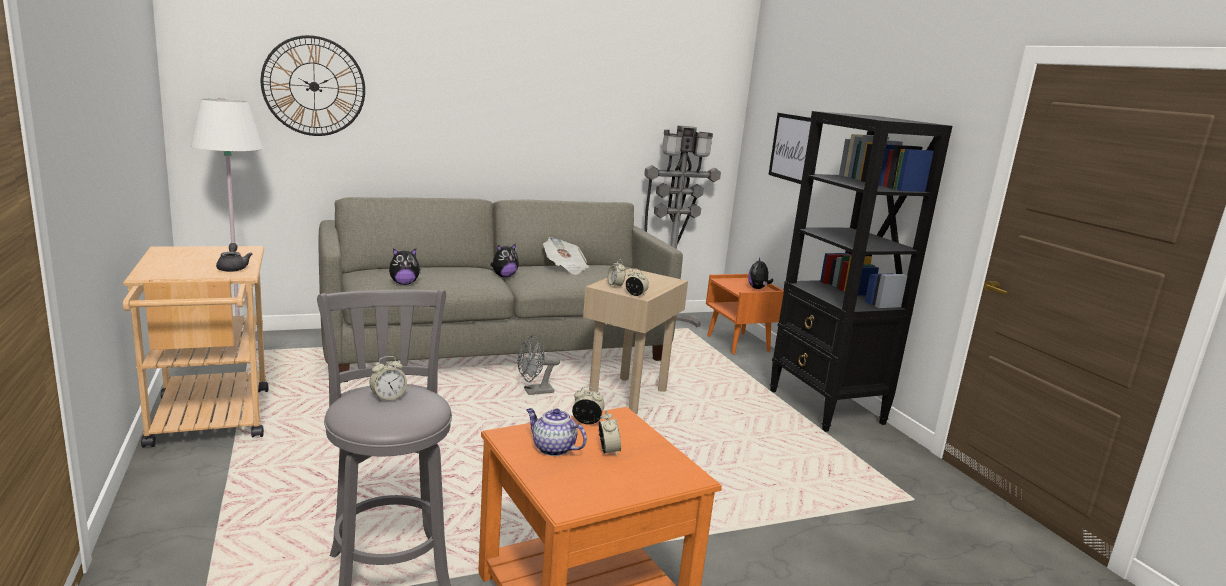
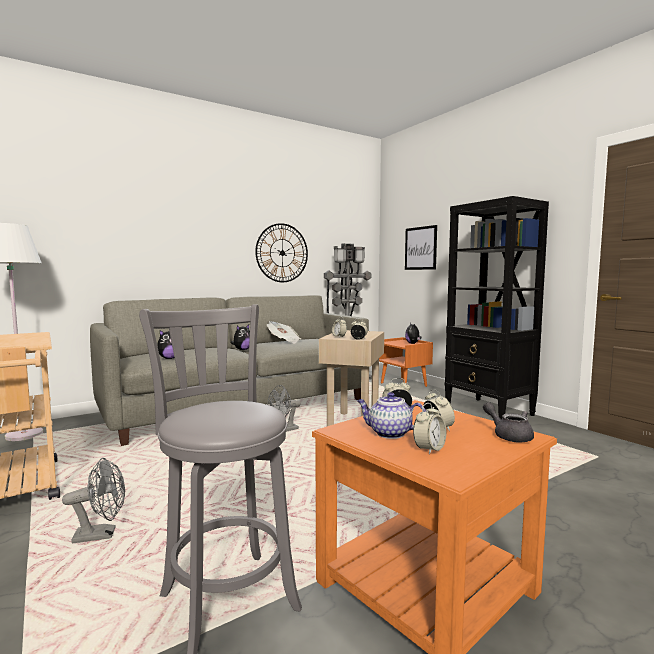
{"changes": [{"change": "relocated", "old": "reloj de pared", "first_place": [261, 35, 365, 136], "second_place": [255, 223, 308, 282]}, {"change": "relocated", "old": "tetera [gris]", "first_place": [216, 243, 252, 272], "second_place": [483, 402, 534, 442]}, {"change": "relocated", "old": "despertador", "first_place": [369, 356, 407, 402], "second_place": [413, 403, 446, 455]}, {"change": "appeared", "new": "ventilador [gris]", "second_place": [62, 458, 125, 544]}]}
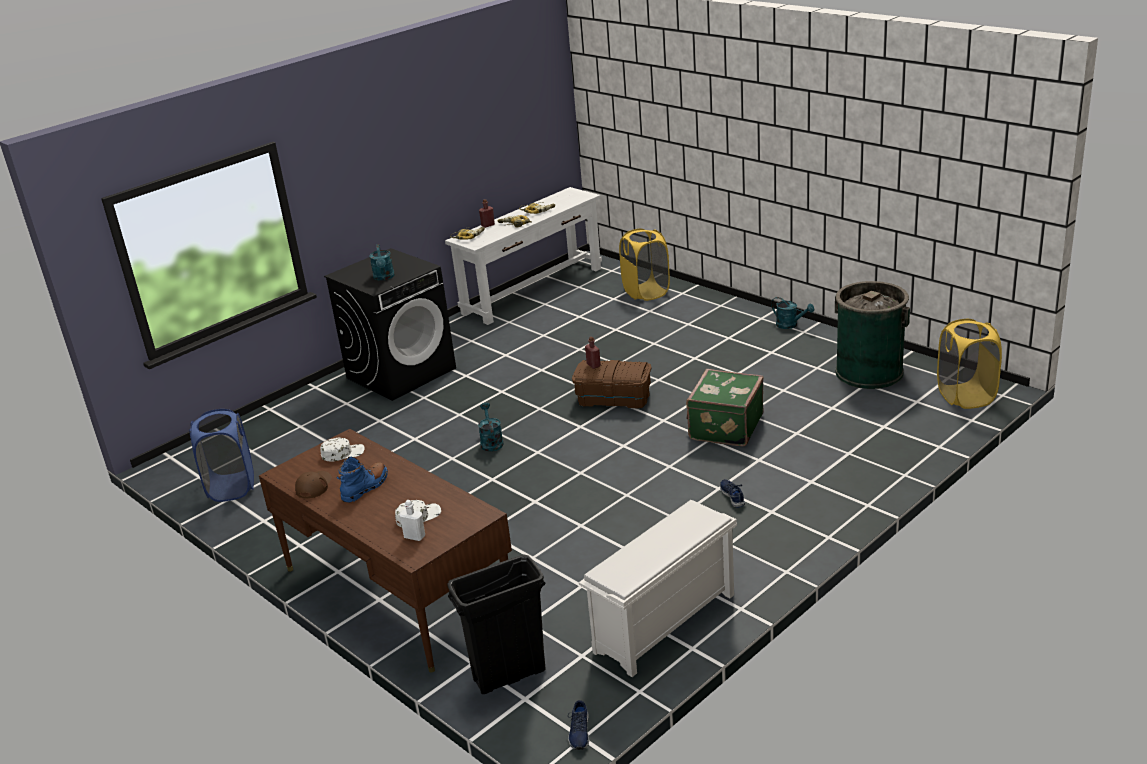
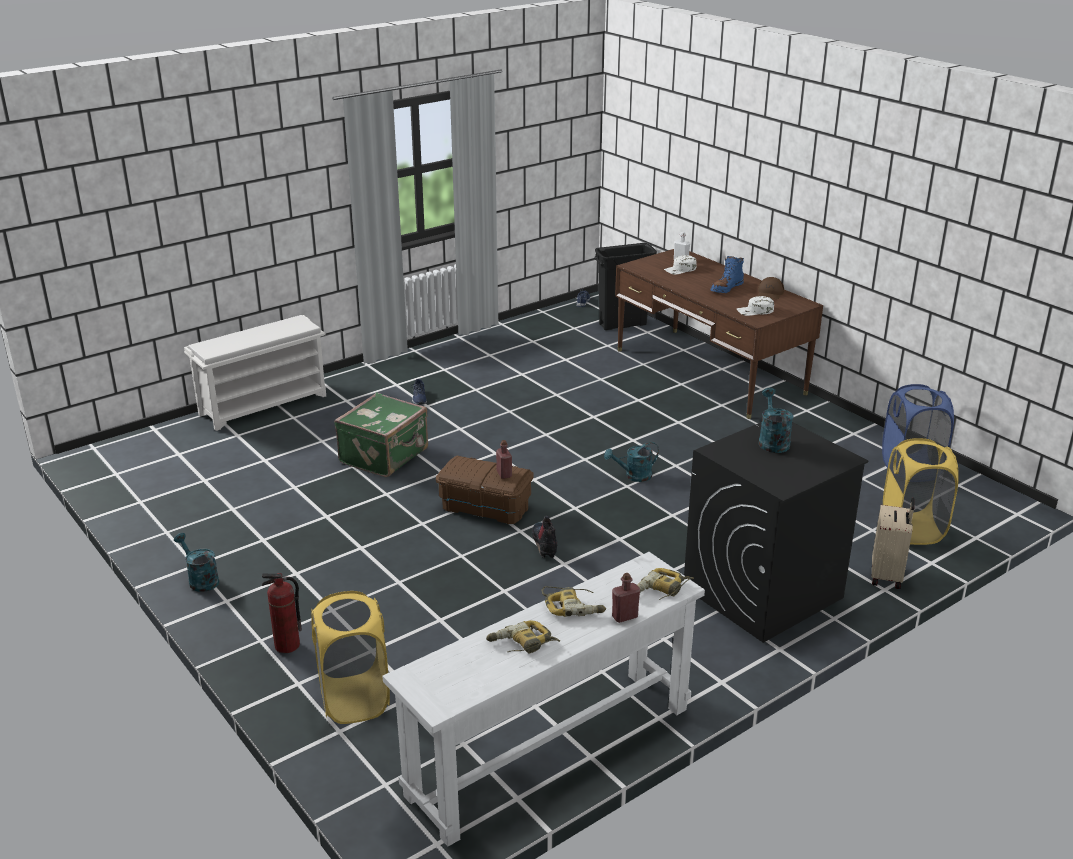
{"changes": [{"change": "missing", "old": "papelera [verde]", "first_place": [835, 281, 910, 389]}, {"change": "relocated", "old": "cesto de la ropa [amarillo]", "first_place": [937, 319, 1002, 409], "second_place": [883, 438, 959, 545]}, {"change": "spun", "old": "regadera [turquesa]", "first_place": [478, 403, 504, 452], "second_place": [604, 442, 659, 482], "degrees": 75}, {"change": "relocated", "old": "zapatero [blanco]", "first_place": [579, 500, 737, 677], "second_place": [184, 315, 326, 431]}, {"change": "appeared", "new": "maleta [beis]", "second_place": [872, 498, 915, 589]}, {"change": "appeared", "new": "bota", "second_place": [532, 516, 557, 558]}, {"change": "appeared", "new": "extintor", "second_place": [262, 573, 302, 653]}]}
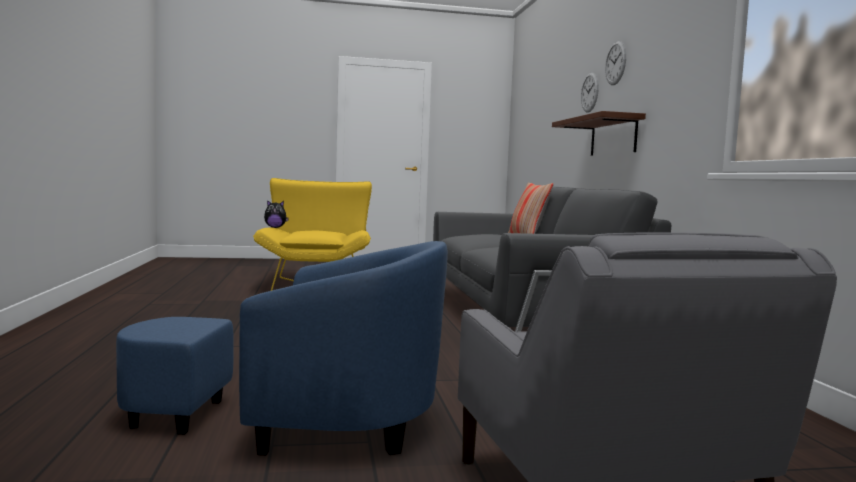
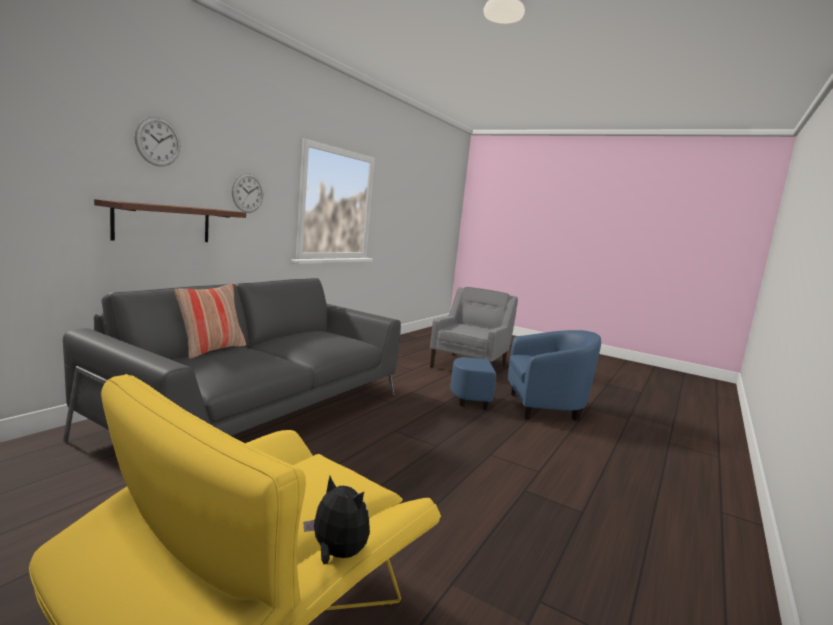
{"changes": [{"change": "relocated", "old": "reloj de pared", "first_place": [581, 73, 599, 113], "second_place": [232, 173, 263, 213]}, {"change": "spun", "old": "sillón [azul]", "first_place": [116, 241, 448, 456], "second_place": [450, 330, 601, 421], "degrees": 135}]}
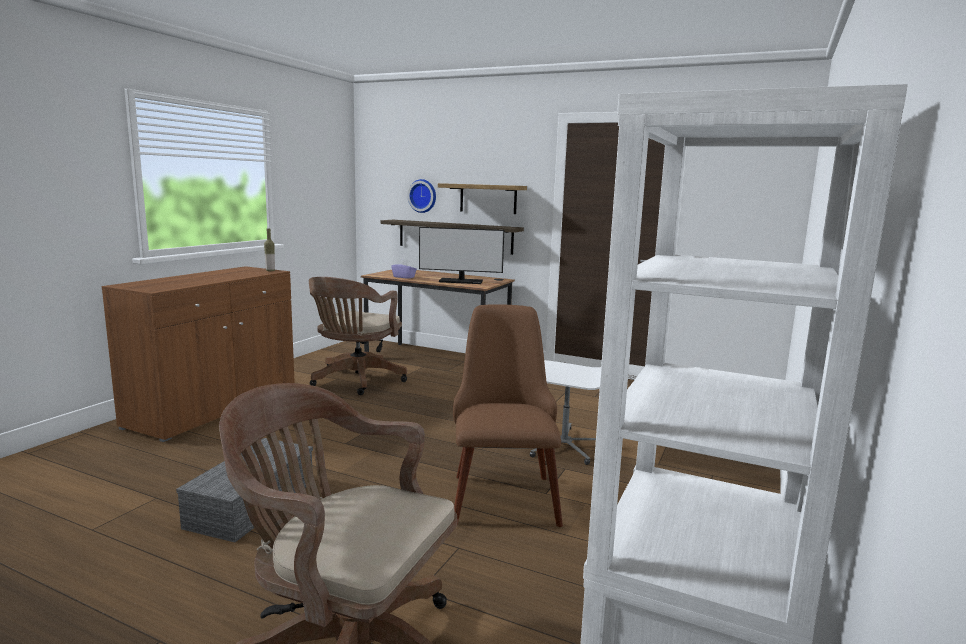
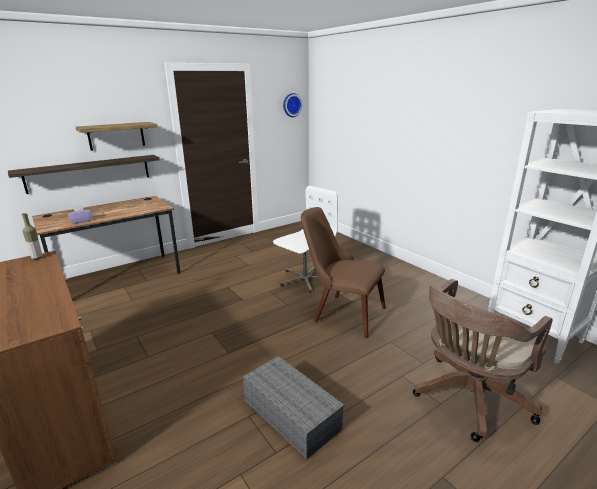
{"changes": [{"change": "relocated", "old": "reloj de pared", "first_place": [407, 179, 436, 213], "second_place": [283, 93, 303, 117]}, {"change": "missing", "old": "monitor", "first_place": [419, 227, 504, 284]}, {"change": "missing", "old": "silla de oficina [marrón]", "first_place": [309, 277, 407, 395]}]}
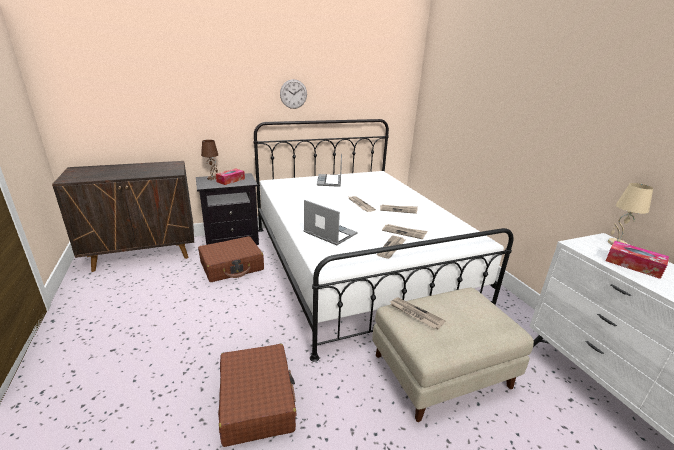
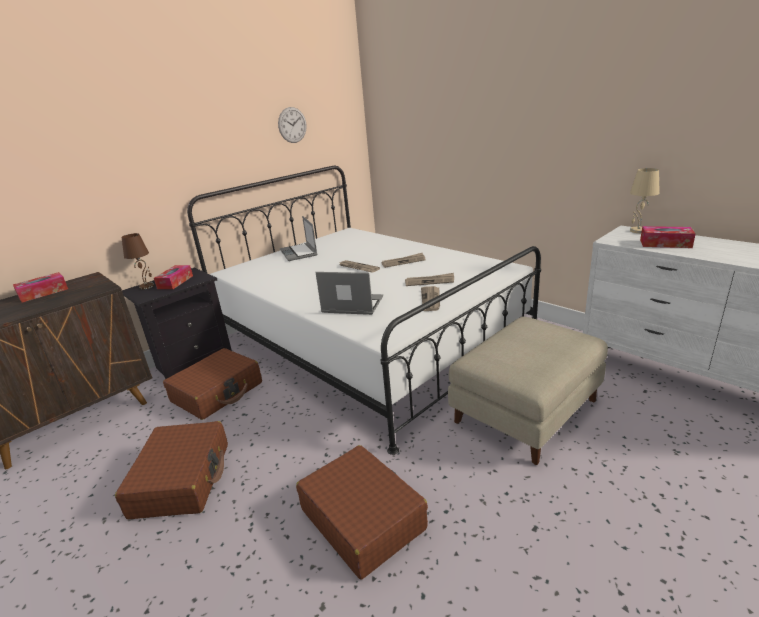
{"changes": [{"change": "relocated", "old": "reloj de pared", "first_place": [280, 79, 307, 109], "second_place": [278, 107, 307, 143]}, {"change": "missing", "old": "periódico", "first_place": [390, 297, 445, 329]}, {"change": "appeared", "new": "caja de pañuelos", "second_place": [13, 272, 68, 303]}, {"change": "appeared", "new": "maleta [marrón]", "second_place": [115, 421, 228, 519]}]}
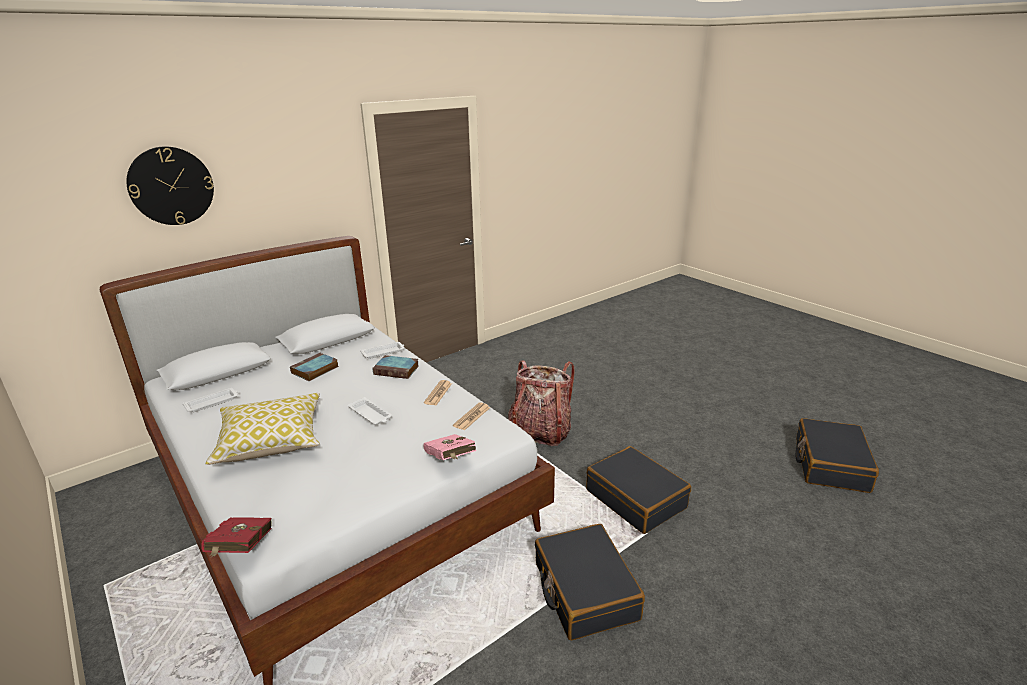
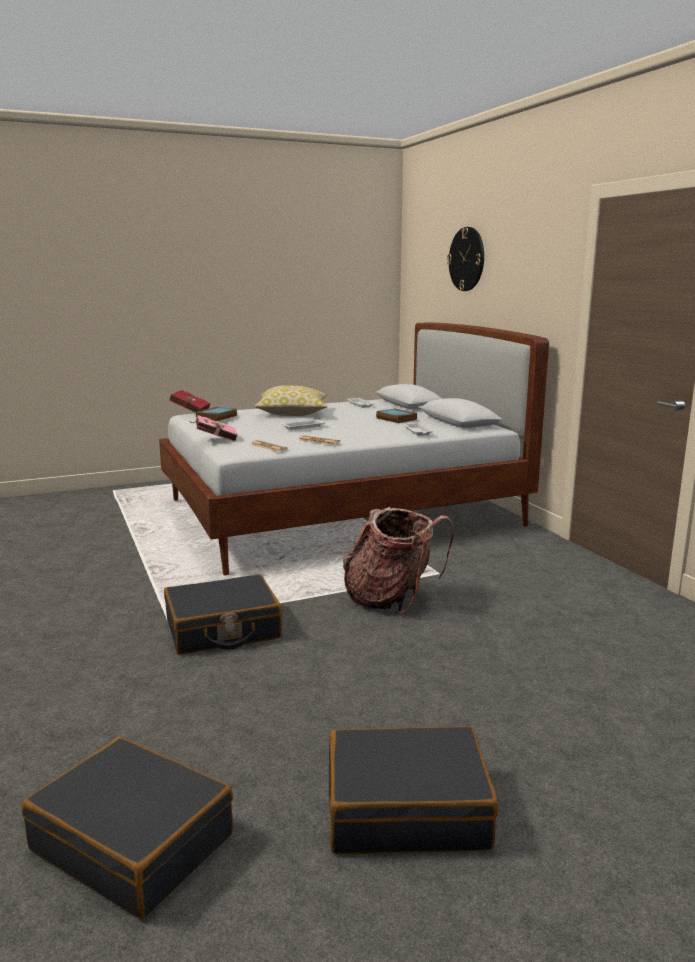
{"changes": [{"change": "relocated", "old": "libro", "first_place": [372, 355, 419, 379], "second_place": [196, 407, 237, 421]}, {"change": "relocated", "old": "maleta [negro]", "first_place": [535, 524, 645, 641], "second_place": [329, 726, 498, 854]}]}
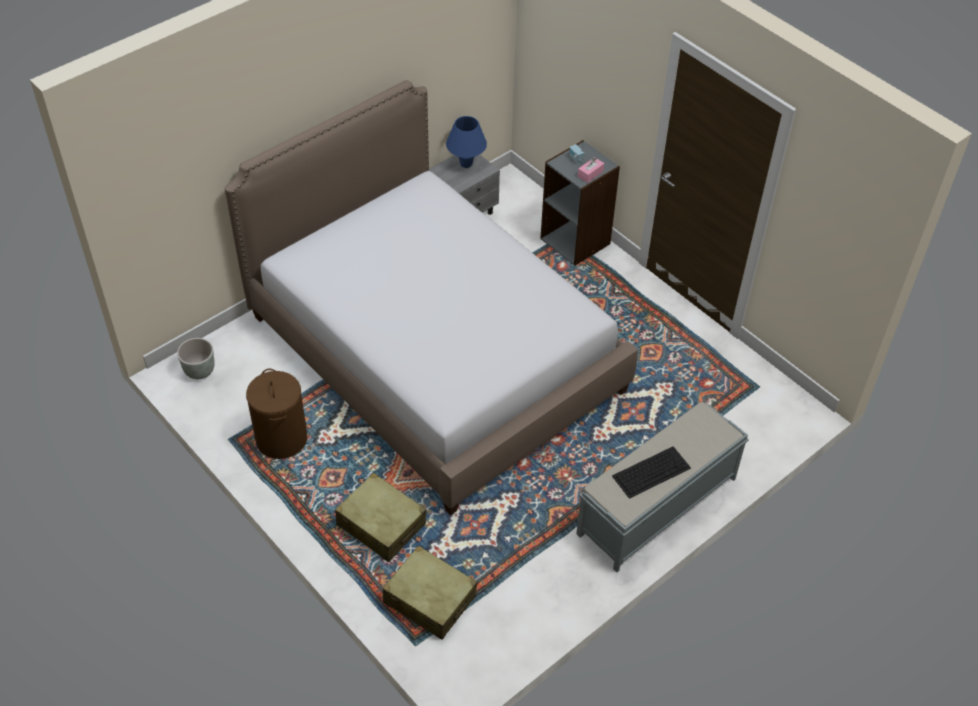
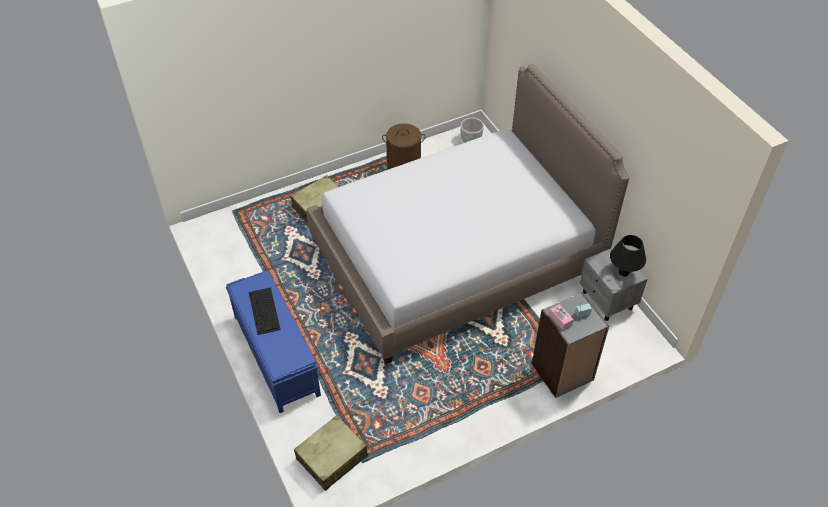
{"changes": [{"change": "colour", "old": "lámpara de mesa [azul]", "new": "lámpara de mesa [negro]", "first_place": [446, 116, 487, 168], "second_place": [610, 235, 646, 276]}, {"change": "colour", "old": "banco [gris]", "new": "banco [azul]", "first_place": [576, 402, 749, 572], "second_place": [226, 271, 321, 413]}, {"change": "relocated", "old": "maleta [beis]", "first_place": [383, 545, 477, 640], "second_place": [294, 415, 368, 491]}]}
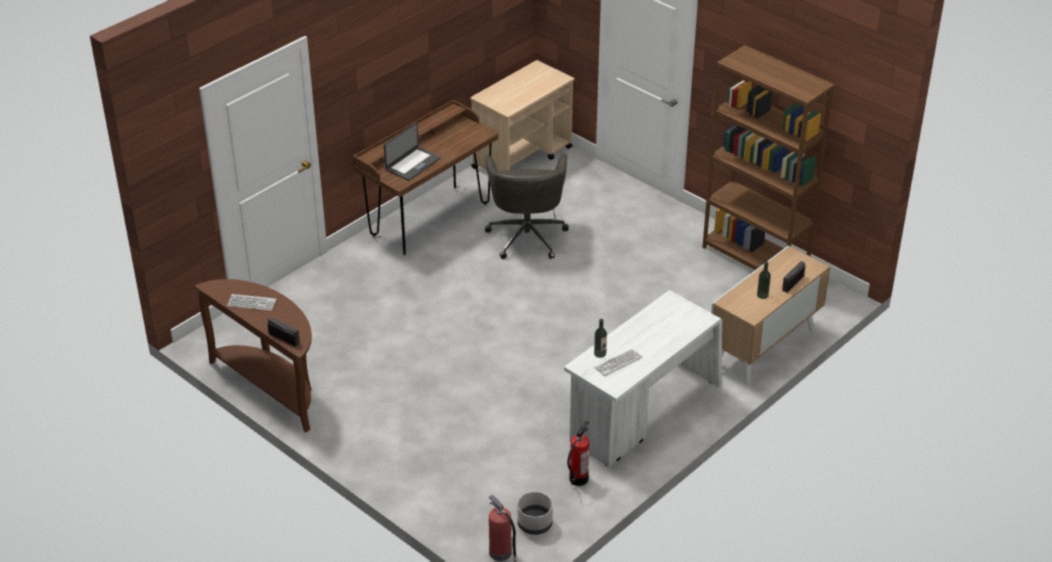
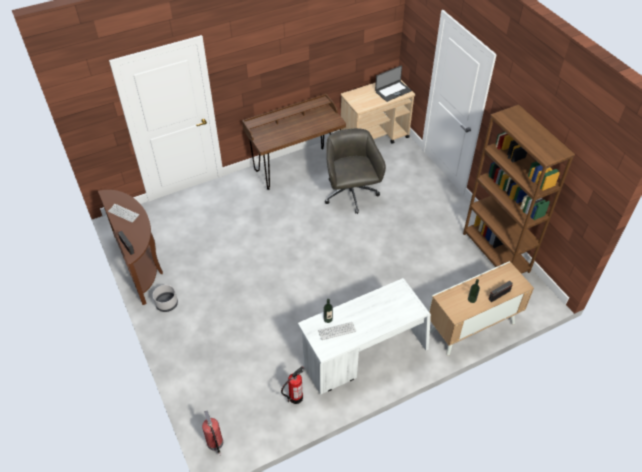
{"changes": [{"change": "relocated", "old": "portátil", "first_place": [384, 123, 441, 181], "second_place": [375, 65, 412, 102]}, {"change": "spun", "old": "silla de oficina [gris]", "first_place": [485, 154, 569, 259], "second_place": [325, 128, 386, 214], "degrees": 150}, {"change": "relocated", "old": "maceta [gris]", "first_place": [517, 492, 553, 535], "second_place": [153, 285, 178, 312]}]}
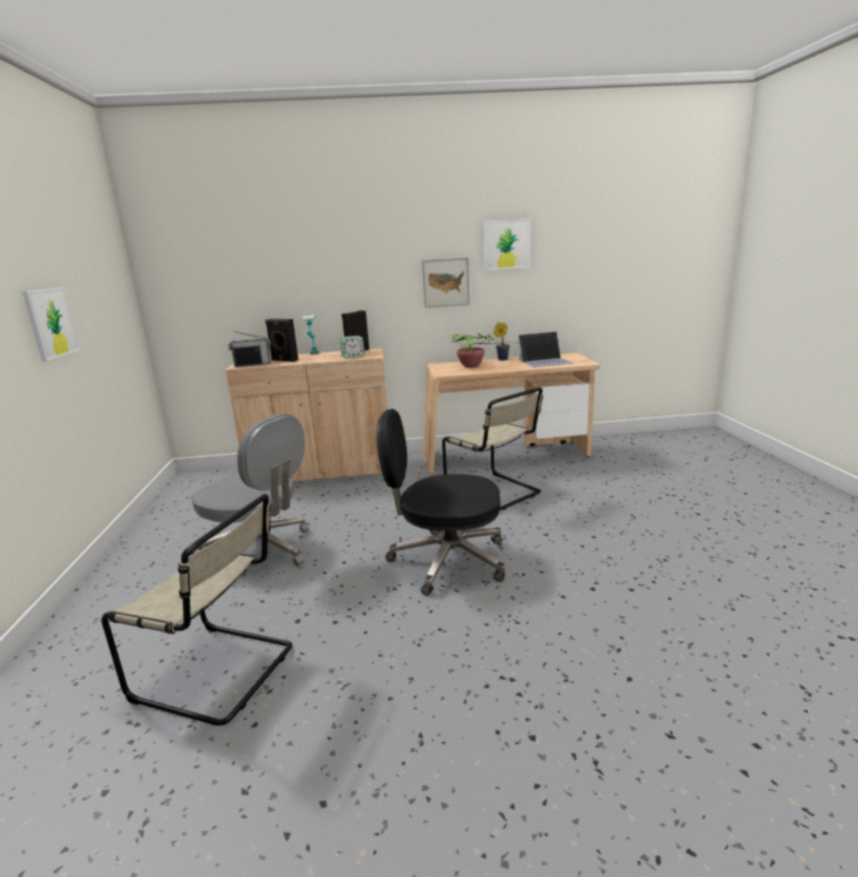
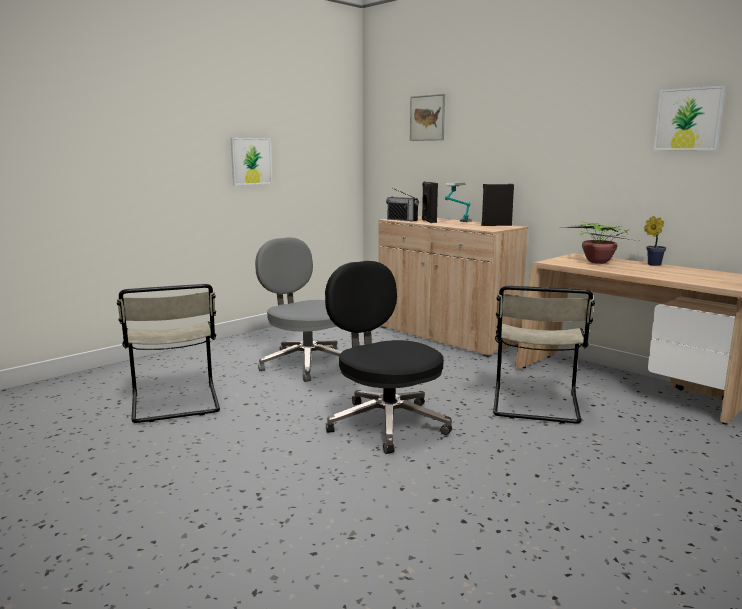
{"changes": [{"change": "relocated", "old": "cuadro", "first_place": [422, 258, 470, 308], "second_place": [410, 94, 445, 141]}, {"change": "missing", "old": "portátil", "first_place": [518, 331, 573, 368]}, {"change": "missing", "old": "despertador", "first_place": [340, 336, 365, 358]}, {"change": "spun", "old": "silla de oficina [gris]", "first_place": [192, 413, 309, 566], "second_place": [255, 237, 342, 382], "degrees": 150}]}
